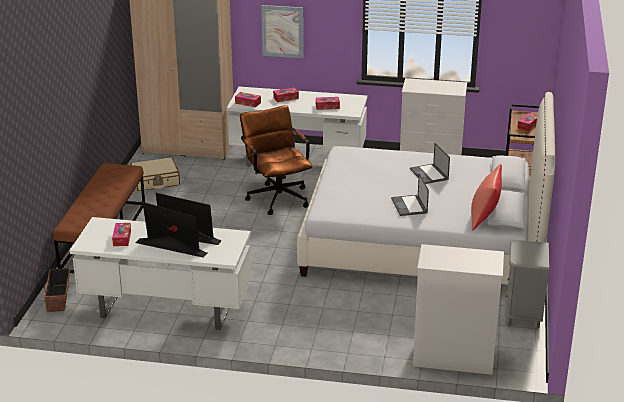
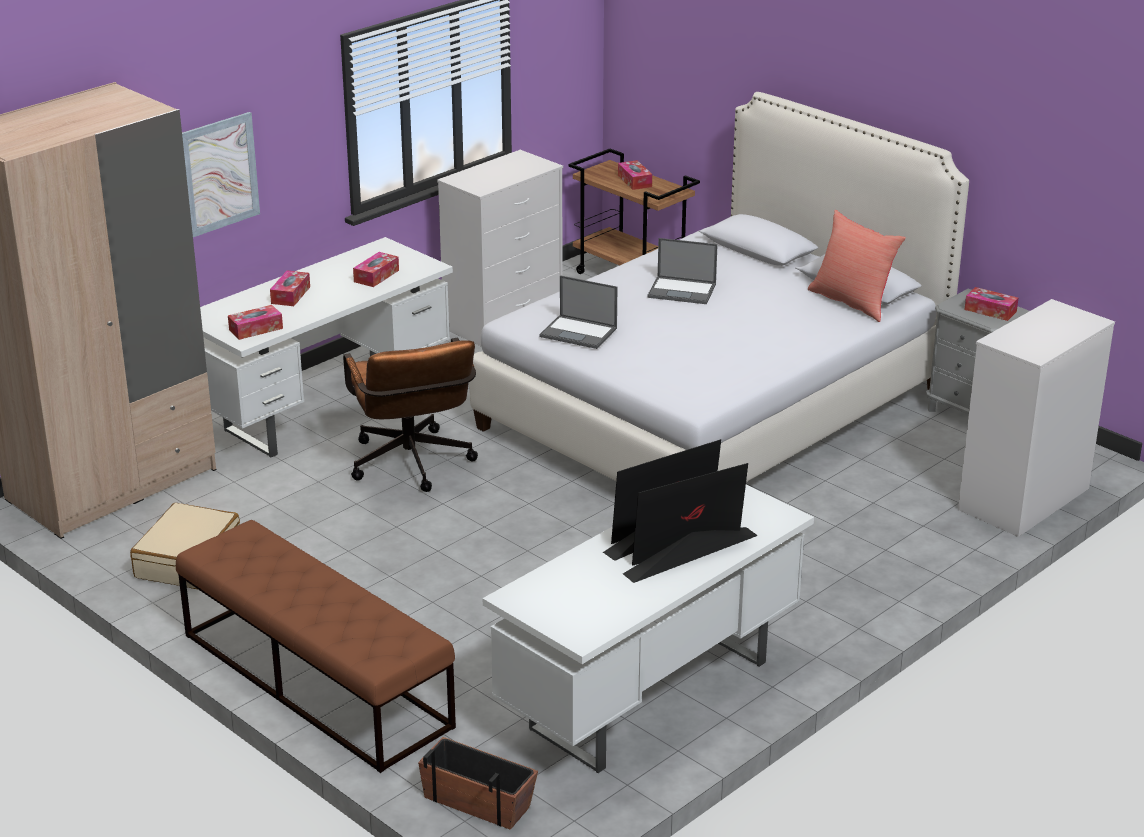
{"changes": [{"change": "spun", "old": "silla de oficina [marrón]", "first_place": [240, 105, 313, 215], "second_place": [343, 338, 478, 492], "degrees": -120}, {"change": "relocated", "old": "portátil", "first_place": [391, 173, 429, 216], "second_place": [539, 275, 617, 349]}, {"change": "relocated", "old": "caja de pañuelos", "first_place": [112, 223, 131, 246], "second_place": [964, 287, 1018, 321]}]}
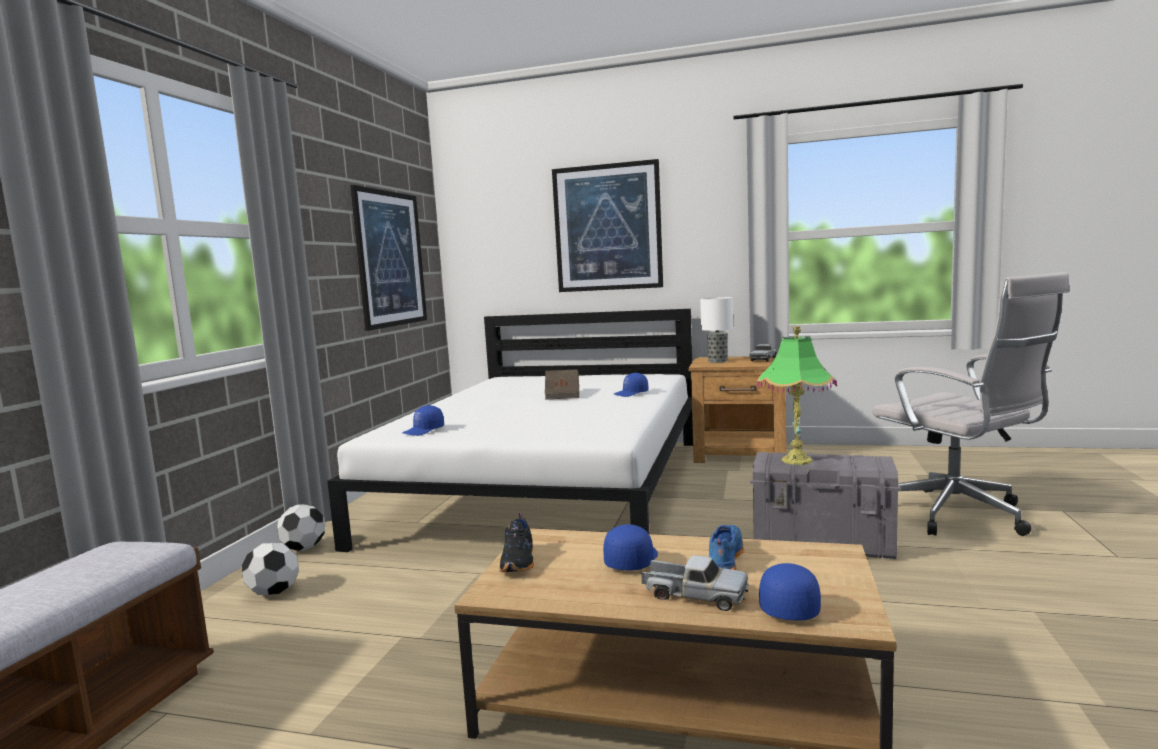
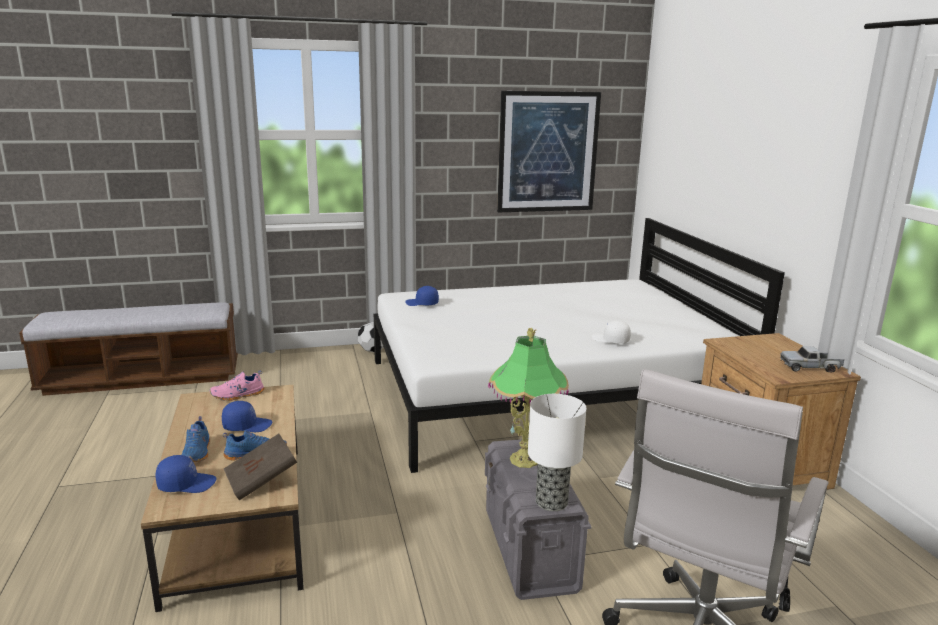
{"changes": [{"change": "missing", "old": "cuadro", "first_place": [552, 159, 663, 292]}, {"change": "relocated", "old": "lámpara de mesa", "first_place": [700, 297, 733, 363], "second_place": [528, 394, 586, 511]}, {"change": "relocated", "old": "libro [marrón]", "first_place": [545, 369, 580, 400], "second_place": [224, 434, 297, 501]}, {"change": "colour", "old": "gorra [azul]", "new": "gorra [blanco]", "first_place": [614, 372, 648, 397], "second_place": [592, 321, 631, 344]}, {"change": "colour", "old": "zapato [negro]", "new": "zapato [rosa]", "first_place": [499, 513, 534, 572], "second_place": [210, 371, 265, 401]}, {"change": "missing", "old": "balón de fútbol", "first_place": [242, 543, 299, 595]}, {"change": "exchanged", "old": "camión de juguete", "new": "zapato [azul]", "first_place": [641, 555, 749, 611], "second_place": [182, 416, 210, 462]}]}
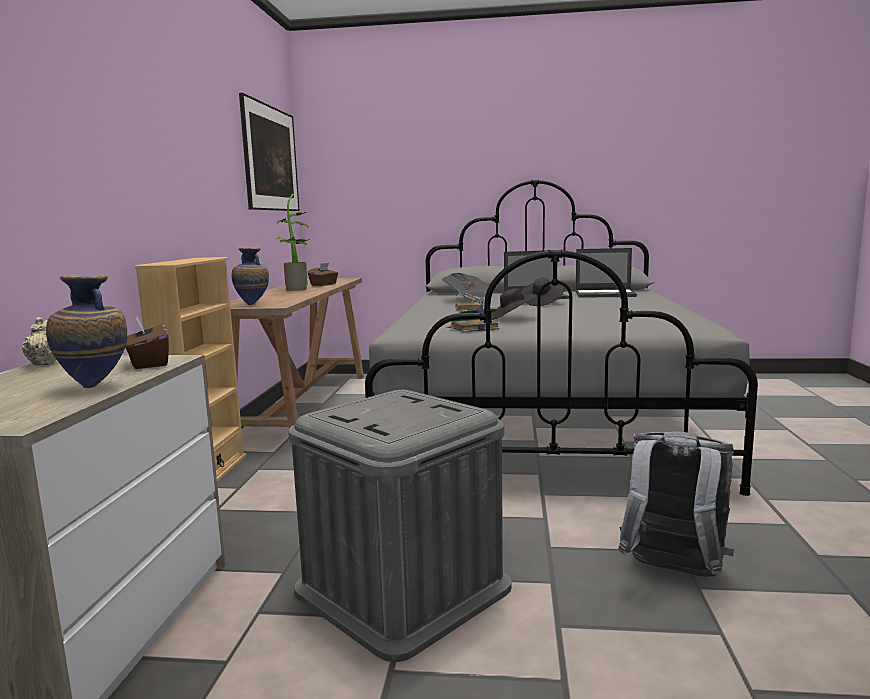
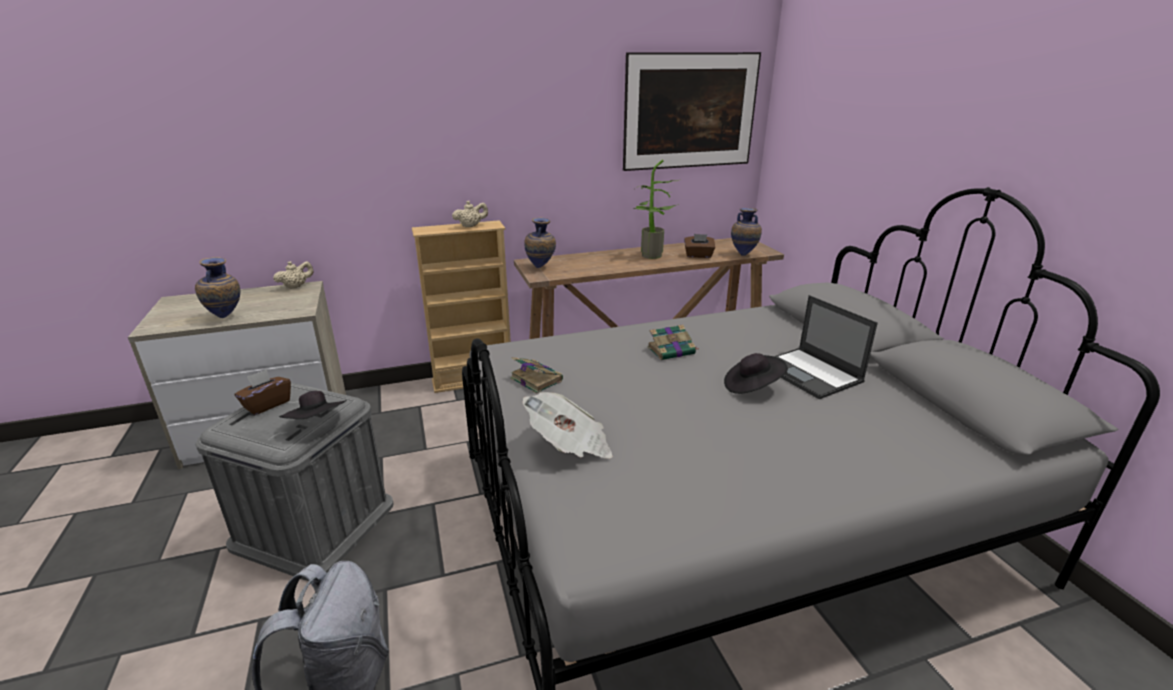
{"changes": [{"change": "missing", "old": "portátil", "first_place": [576, 248, 637, 298]}, {"change": "relocated", "old": "periódico", "first_place": [442, 273, 489, 297], "second_place": [522, 392, 613, 459]}, {"change": "relocated", "old": "sombrero [negro]", "first_place": [491, 288, 538, 320], "second_place": [279, 391, 347, 419]}, {"change": "relocated", "old": "caja de pañuelos [marrón]", "first_place": [125, 316, 169, 369], "second_place": [234, 369, 291, 415]}, {"change": "appeared", "new": "tetera [beis]", "second_place": [452, 201, 488, 227]}, {"change": "appeared", "new": "florero", "second_place": [731, 208, 762, 256]}]}
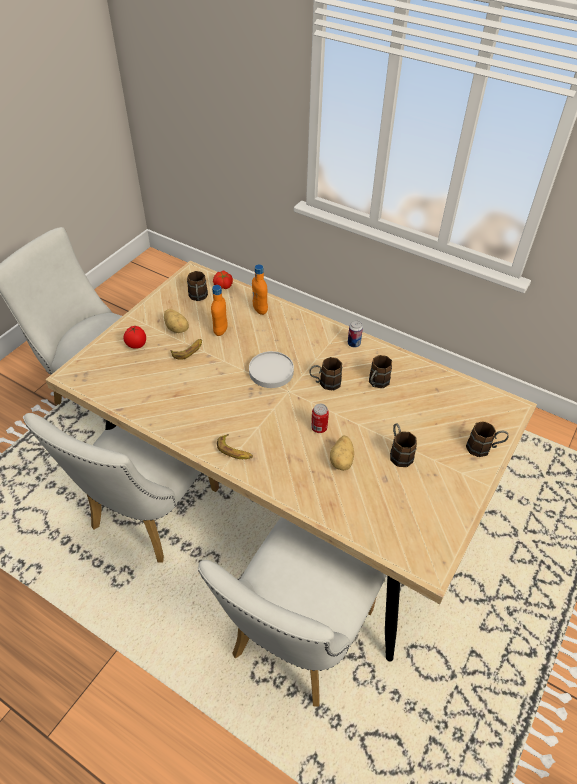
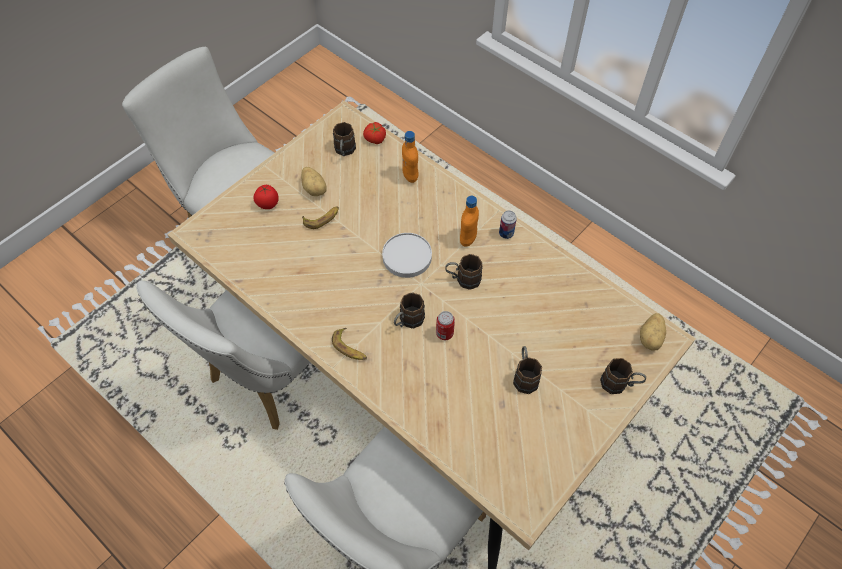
{"changes": [{"change": "relocated", "old": "botella [naranja]", "first_place": [211, 285, 228, 336], "second_place": [460, 196, 479, 247]}, {"change": "relocated", "old": "taza grande [marrón]", "first_place": [369, 355, 392, 388], "second_place": [394, 292, 425, 329]}, {"change": "relocated", "old": "patata", "first_place": [330, 436, 354, 471], "second_place": [640, 313, 666, 351]}]}
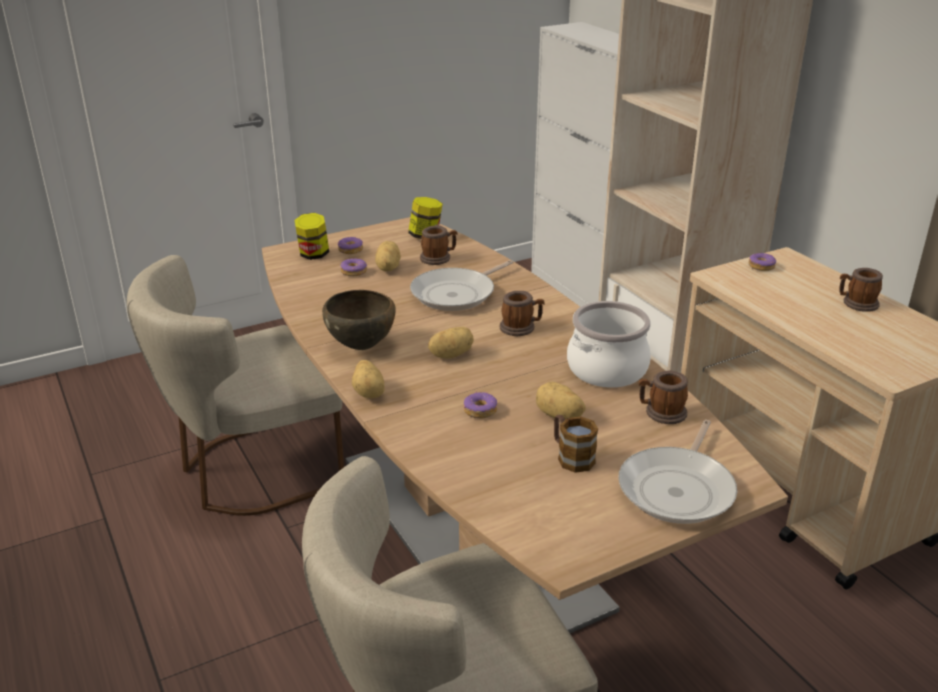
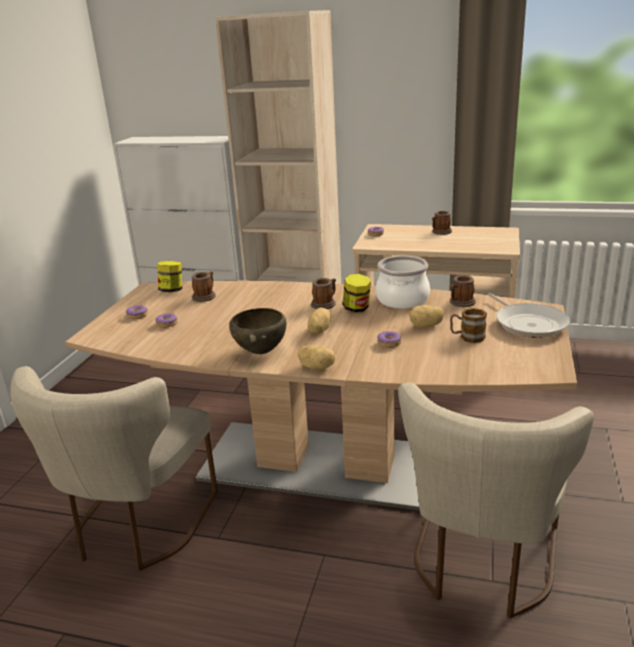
{"changes": [{"change": "relocated", "old": "tarro", "first_place": [294, 213, 329, 260], "second_place": [343, 274, 371, 312]}, {"change": "missing", "old": "patata", "first_place": [375, 241, 401, 271]}, {"change": "missing", "old": "sartén", "first_place": [410, 260, 513, 311]}]}
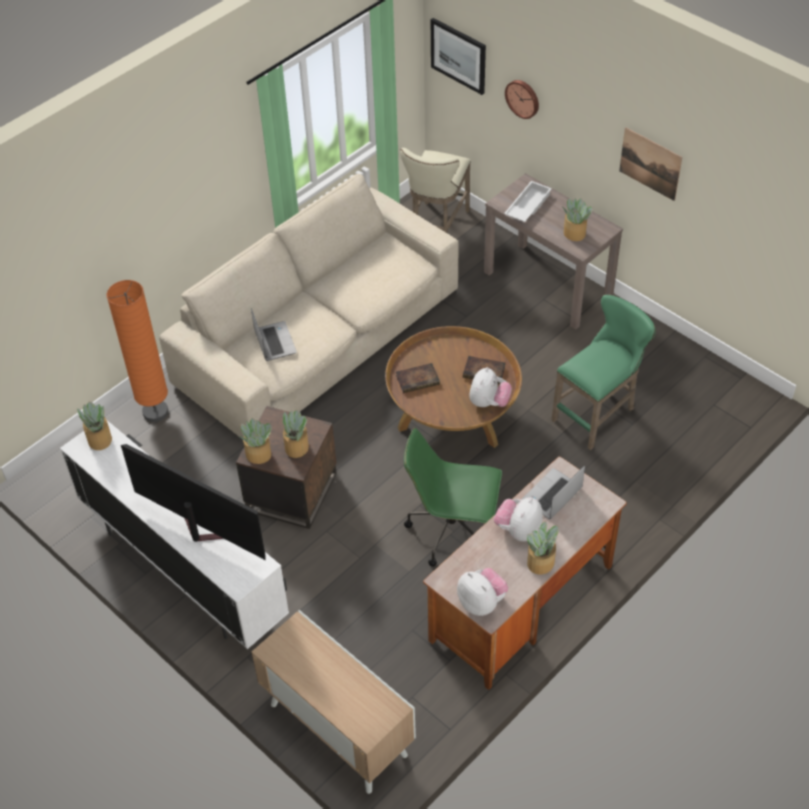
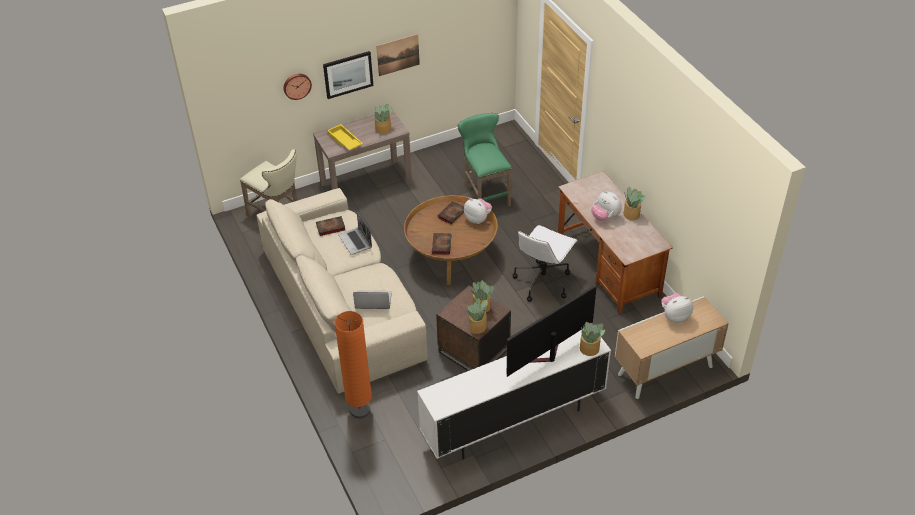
{"changes": [{"change": "relocated", "old": "cuadro", "first_place": [431, 18, 486, 95], "second_place": [323, 51, 373, 99]}, {"change": "colour", "old": "bandeja [blanco]", "new": "bandeja [amarillo]", "first_place": [504, 181, 552, 222], "second_place": [327, 124, 363, 150]}, {"change": "relocated", "old": "planta en maceta", "first_place": [77, 401, 112, 450], "second_place": [580, 322, 605, 356]}, {"change": "colour", "old": "silla de oficina [verde]", "new": "silla de oficina [blanco]", "first_place": [404, 428, 502, 567], "second_place": [513, 225, 577, 302]}, {"change": "relocated", "old": "portátil", "first_place": [522, 465, 585, 519], "second_place": [338, 212, 372, 255]}, {"change": "relocated", "old": "peluche", "first_place": [457, 568, 508, 616], "second_place": [661, 293, 693, 323]}, {"change": "appeared", "new": "libro", "second_place": [316, 216, 345, 236]}]}
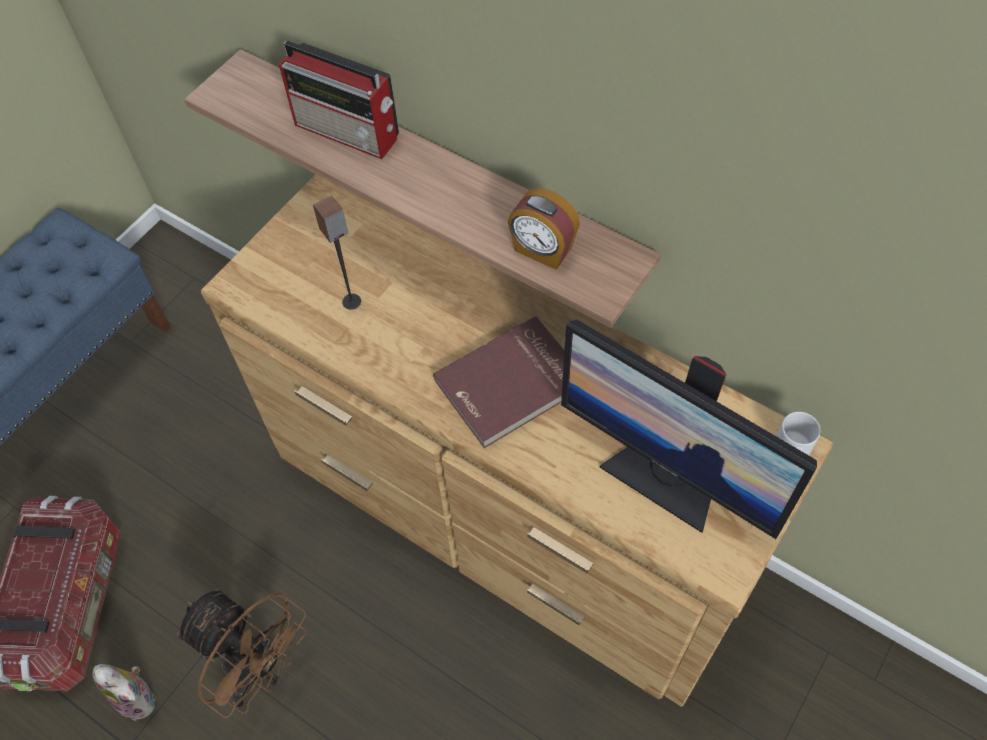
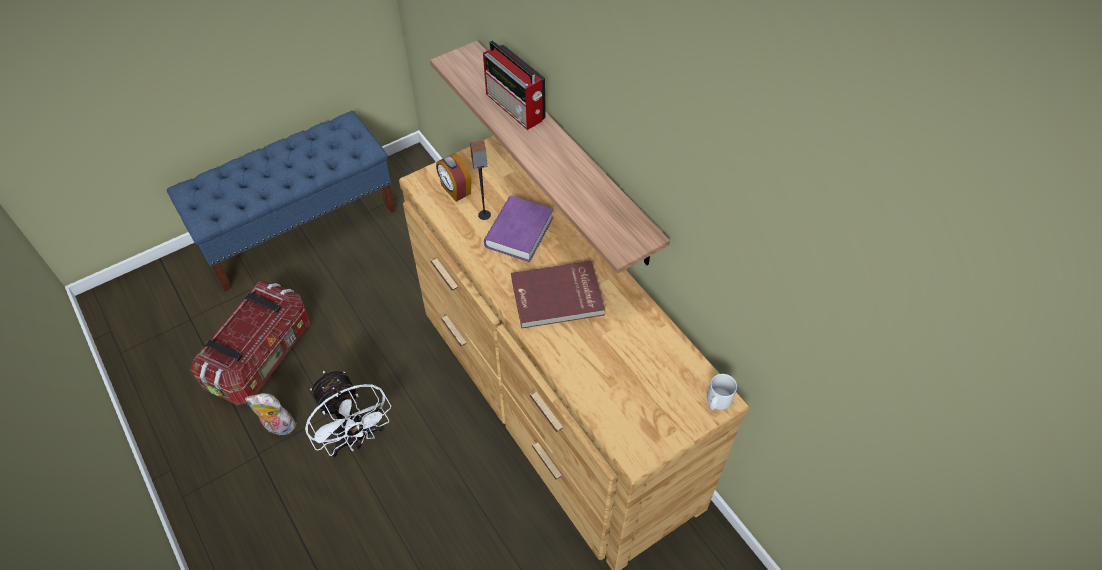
{"changes": [{"change": "relocated", "old": "despertador", "first_place": [508, 188, 580, 270], "second_place": [436, 153, 471, 202]}, {"change": "missing", "old": "monitor", "first_place": [561, 320, 817, 539]}, {"change": "colour", "old": "ventilador [marrón]", "new": "ventilador [blanco]", "first_place": [176, 588, 307, 718], "second_place": [305, 371, 391, 457]}, {"change": "spun", "old": "peluche", "first_place": [93, 664, 156, 721], "second_place": [245, 393, 296, 435], "degrees": 135}, {"change": "appeared", "new": "libro [morado]", "second_place": [484, 196, 553, 262]}]}
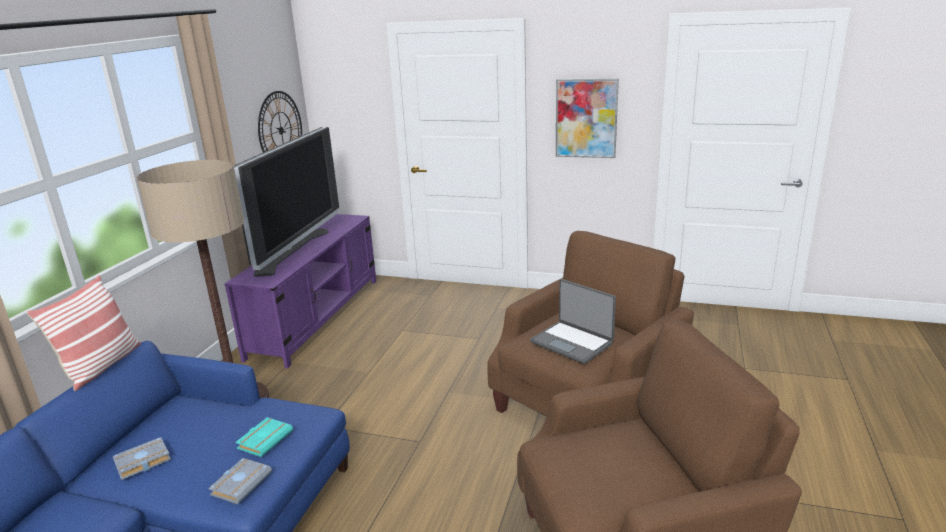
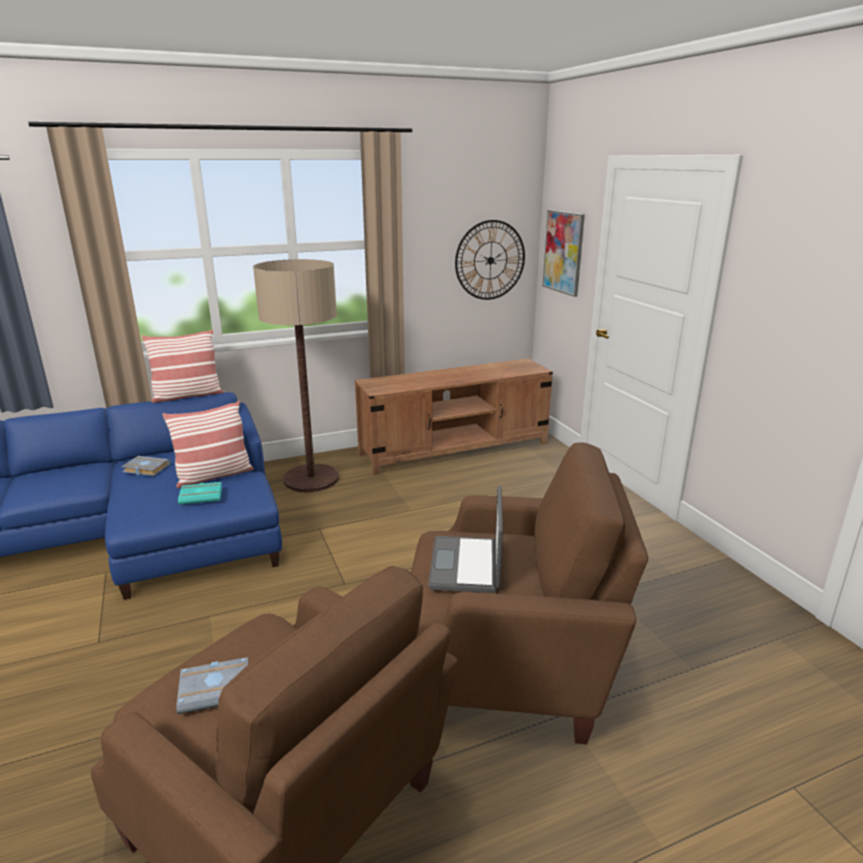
{"changes": [{"change": "relocated", "old": "cuadro", "first_place": [556, 79, 619, 158], "second_place": [543, 210, 585, 297]}, {"change": "missing", "old": "televisor", "first_place": [234, 127, 339, 277]}, {"change": "colour", "old": "mueble de televisión [morado]", "new": "mueble de televisión [marrón]", "first_place": [224, 214, 376, 368], "second_place": [355, 359, 553, 475]}, {"change": "relocated", "old": "libro [gris]", "first_place": [208, 458, 272, 505], "second_place": [177, 657, 248, 714]}, {"change": "appeared", "new": "cojín", "second_place": [162, 401, 254, 488]}]}
